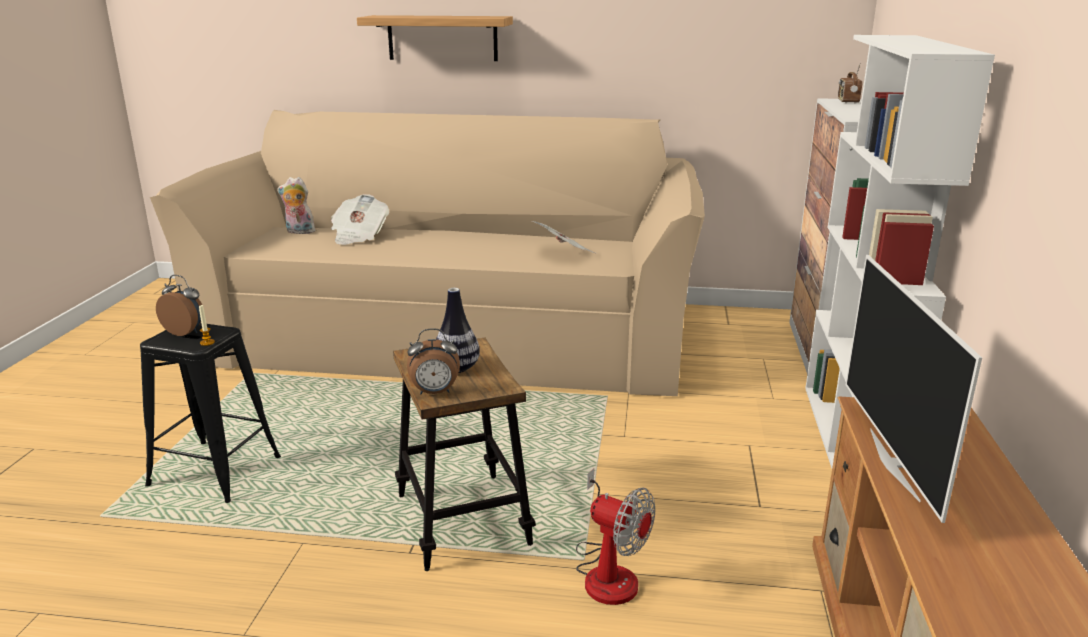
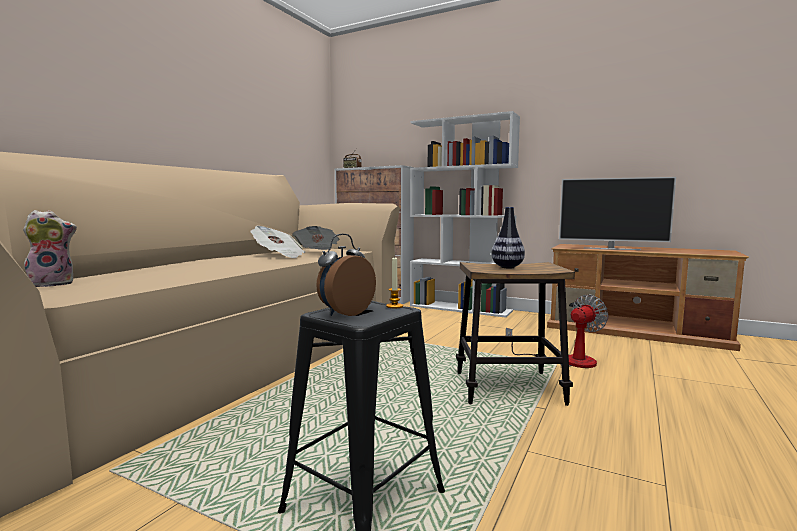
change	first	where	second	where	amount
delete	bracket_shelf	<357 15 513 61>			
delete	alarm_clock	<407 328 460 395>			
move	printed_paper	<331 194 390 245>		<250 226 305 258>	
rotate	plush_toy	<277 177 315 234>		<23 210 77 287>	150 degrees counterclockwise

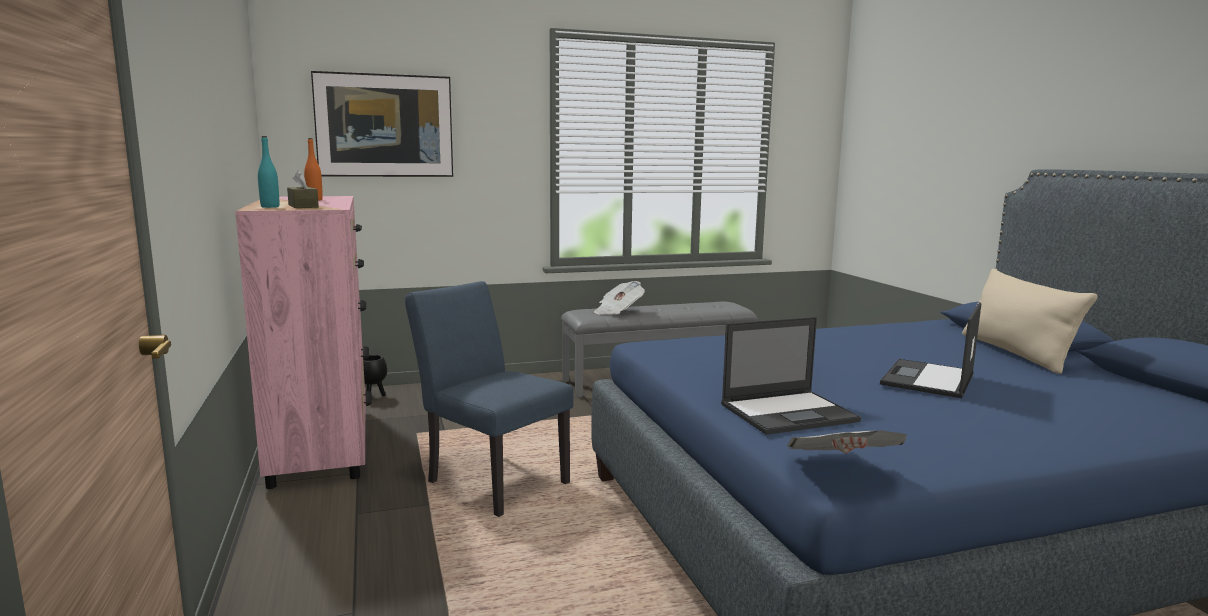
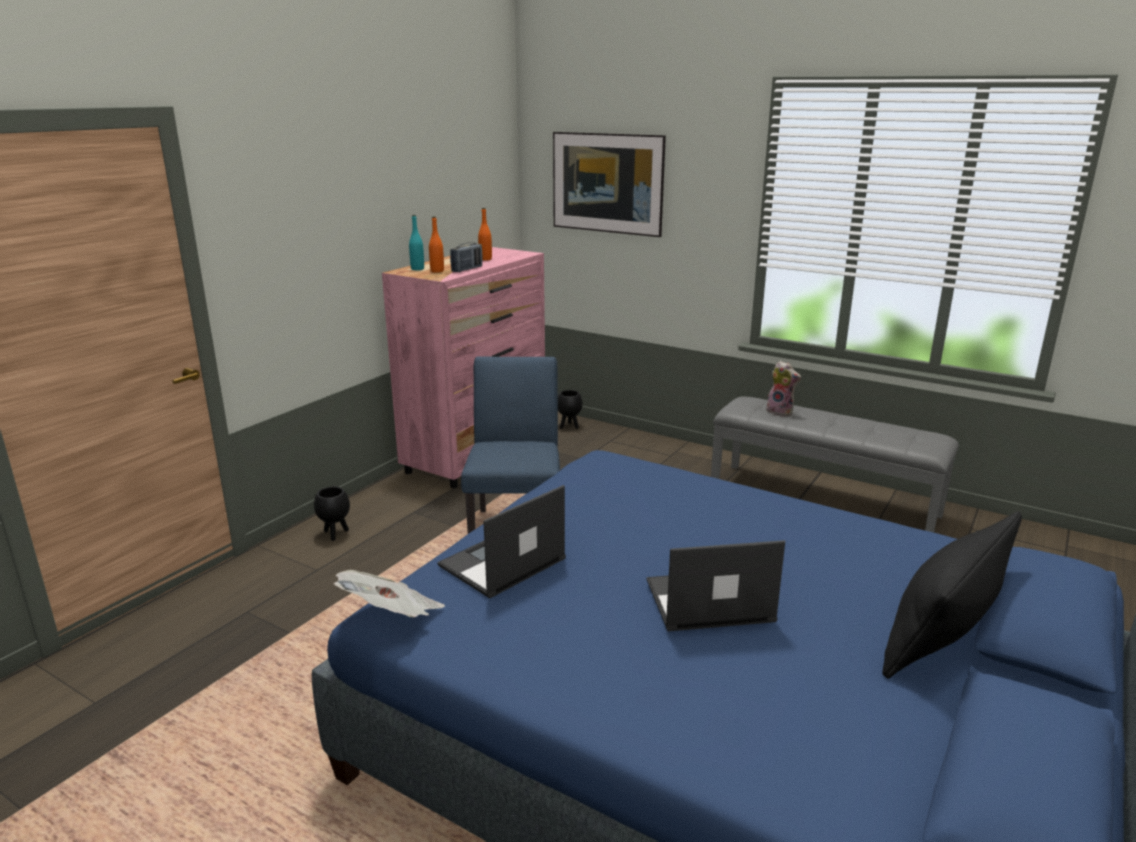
change	first	where	second	where	amount
insert			black-coloured_flower_pot	<314 486 350 541>	
insert			radio_receiver	<450 242 483 272>	
replace	brownish_box_of_tissues	<287 170 319 208>	orangey_beverage_bottle	<429 216 444 273>	
replace	printed_paper	<594 281 645 315>	plush_toy	<766 361 801 417>	
recolor	beige_pillow	<962 269 1098 374>	black-coloured_pillow	<882 511 1022 679>	
rotate	portable_computer	<721 317 861 435>		<437 485 566 598>	105 degrees clockwise

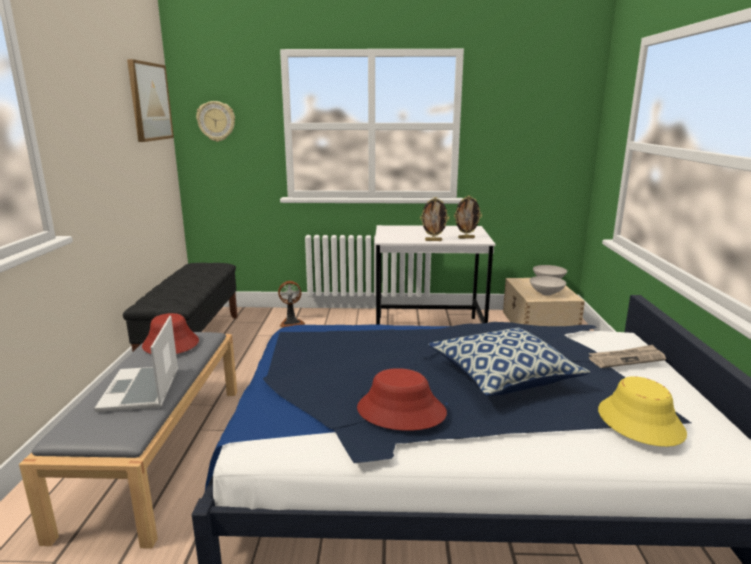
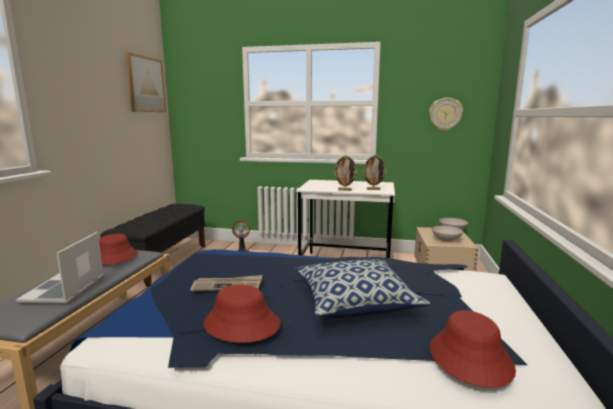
change	first	where	second	where	amount
move	clock_on_the_wall	<196 101 235 142>		<429 98 463 131>	
move	printed_paper	<589 345 666 368>		<190 275 262 291>	
recolor	yellow_wearable_hat	<598 376 687 447>	red_wearable_hat	<430 310 516 388>	

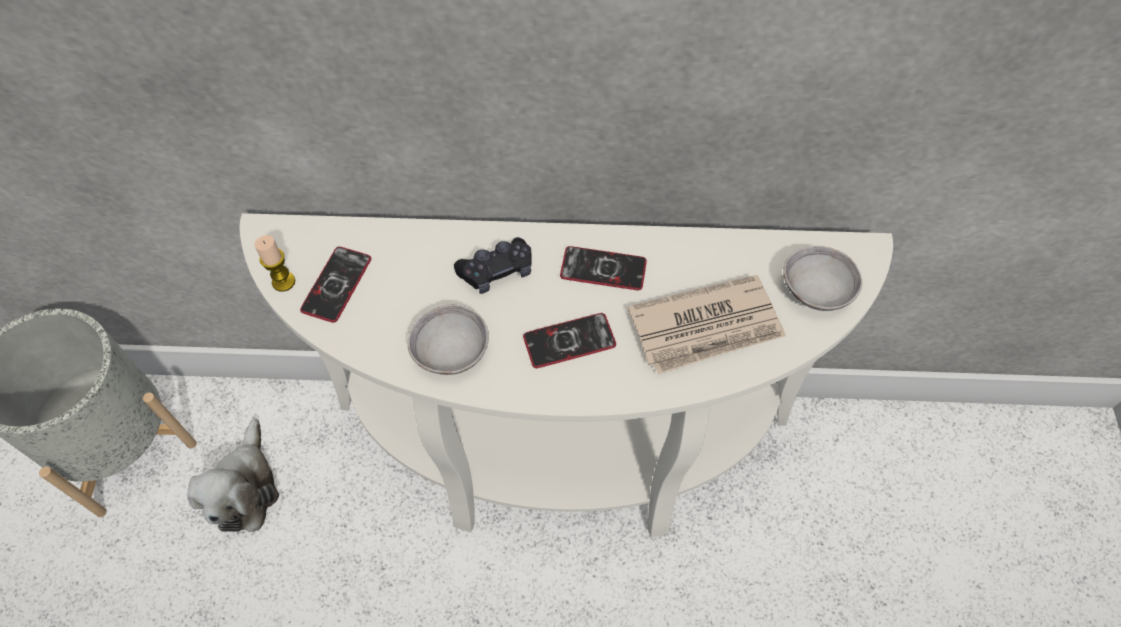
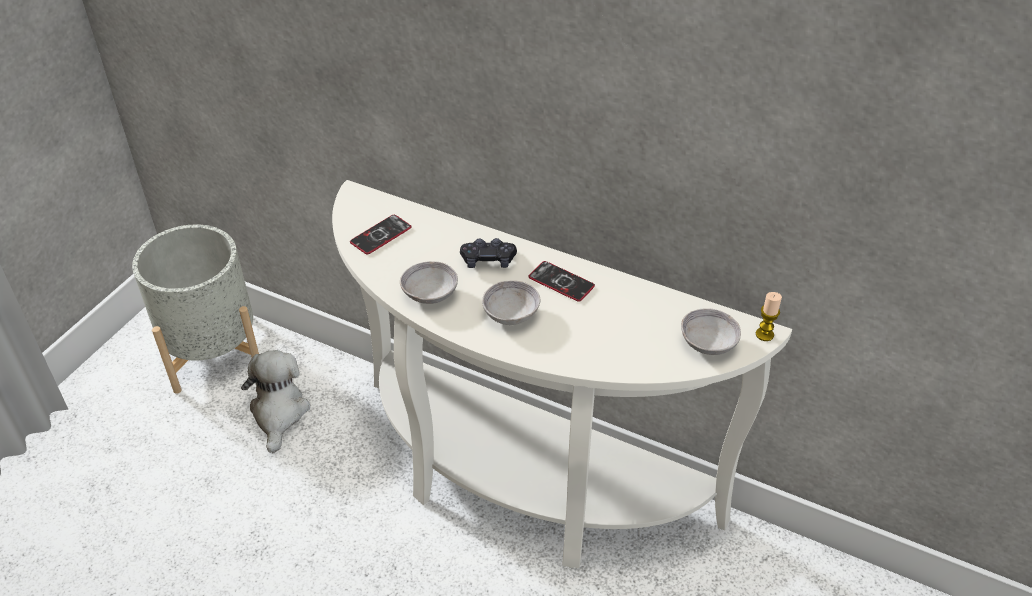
change	first	where	second	where	amount
delete	printed_paper	<628 275 786 374>			
move	wax_candle	<254 235 295 292>		<756 292 782 341>	
replace	handset	<523 313 616 368>	grey_serving_bowl	<482 280 540 325>	
rotate	plush_toy	<187 419 279 532>		<241 350 310 453>	150 degrees clockwise

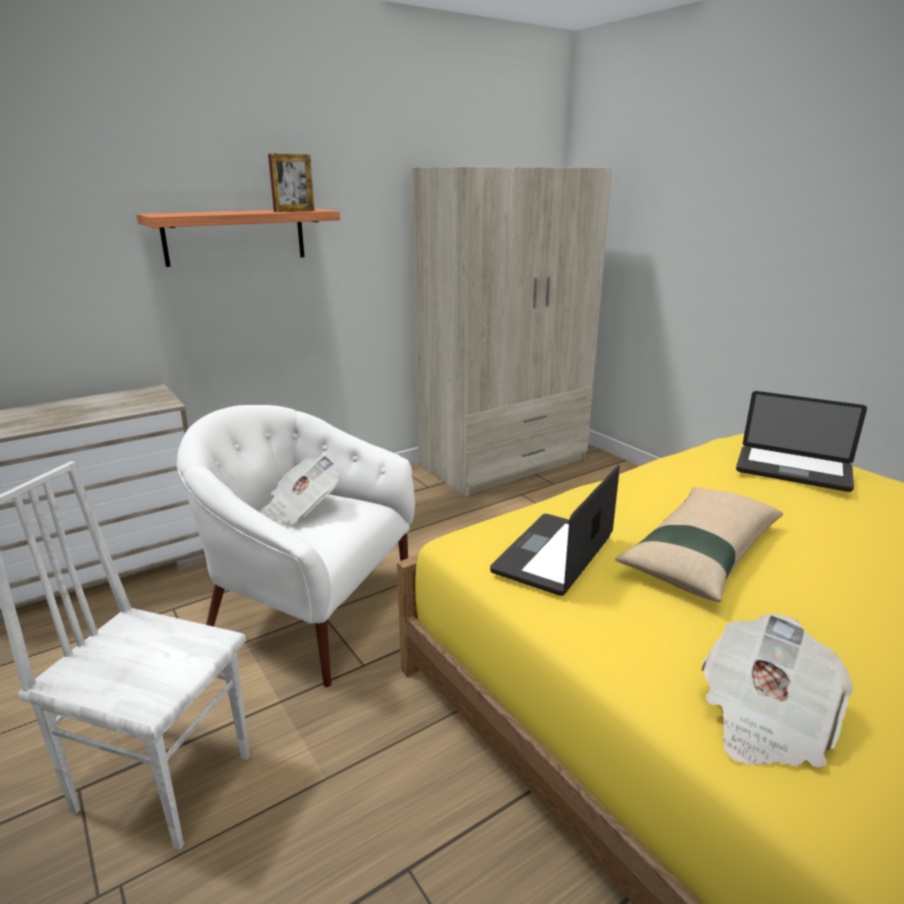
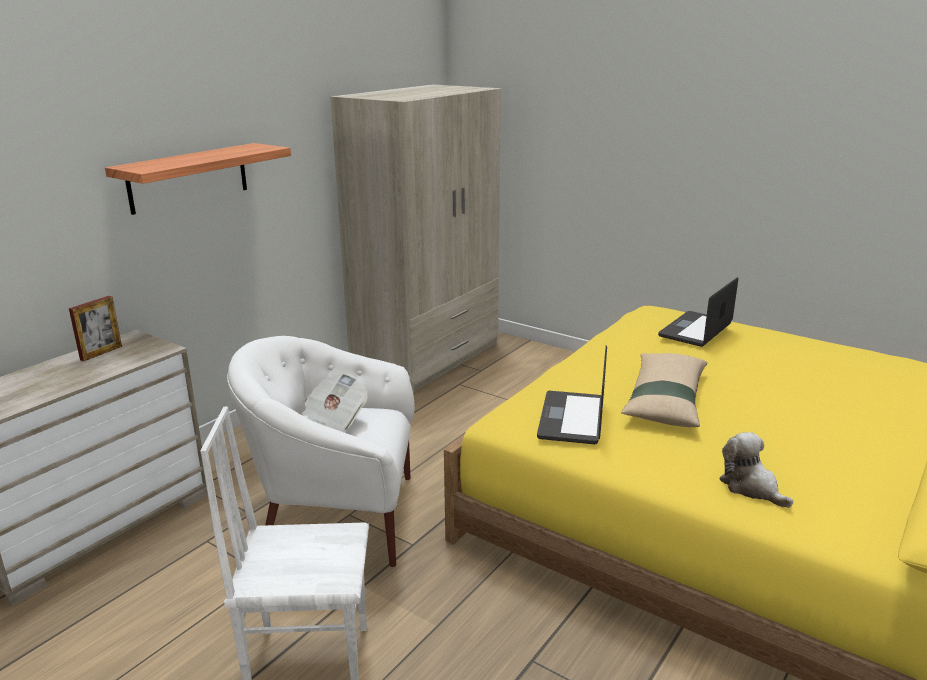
change	first	where	second	where	amount
move	photo_frame	<268 154 314 212>		<69 296 122 361>	
replace	printed_paper	<702 613 853 768>	plush_toy	<719 432 793 508>	
rotate	portable_computer	<736 391 867 492>		<658 277 738 347>	120 degrees clockwise

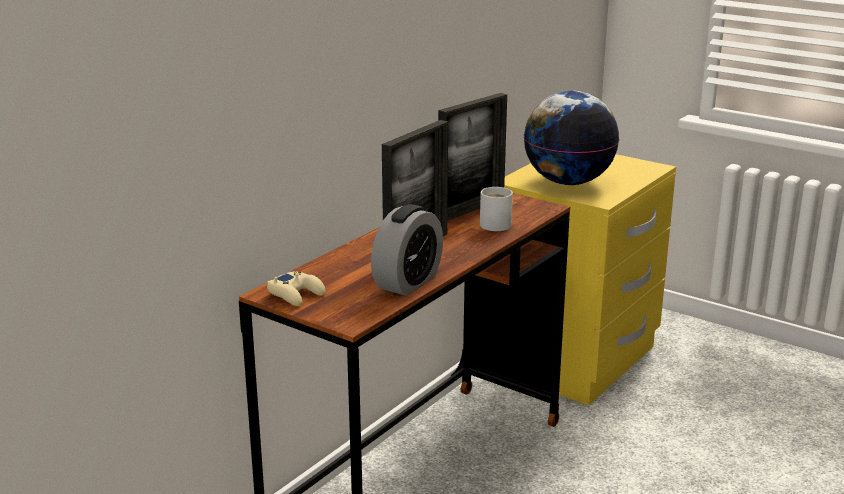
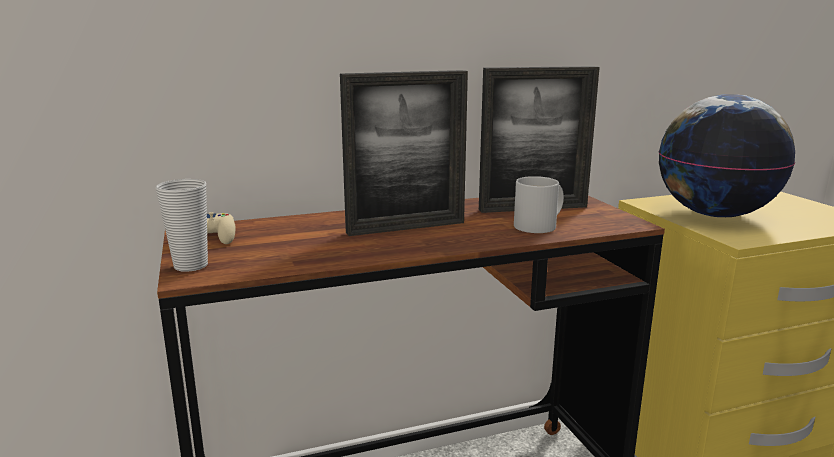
change	first	where	second	where	amount
delete	alarm_clock	<371 204 443 296>			
insert			drinking_cup	<156 179 208 272>	

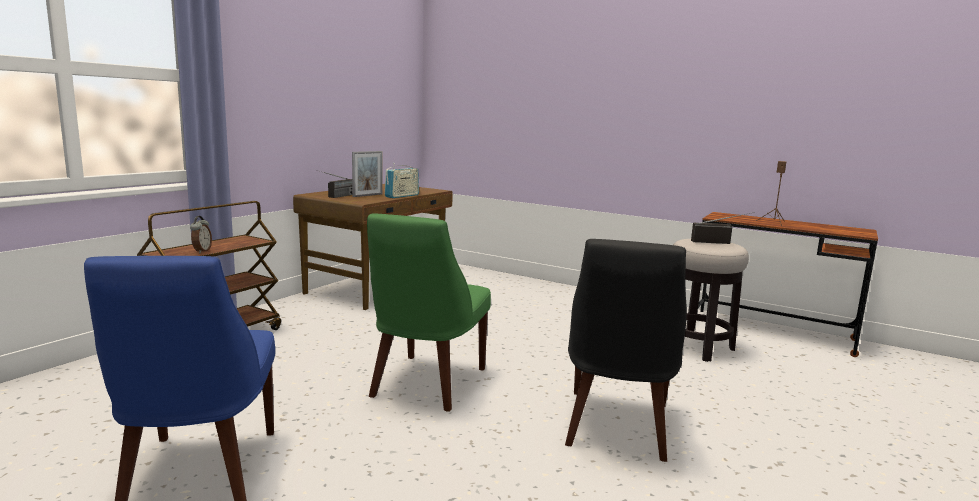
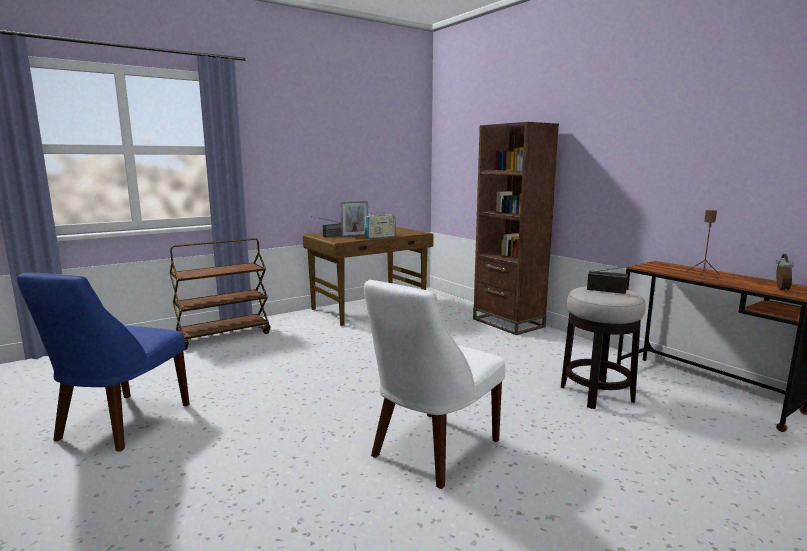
change	first	where	second	where	amount
delete	green-coloured_chair	<367 214 491 412>			
insert			brownish_bookcase	<473 122 559 335>	
move	alarm_clock	<190 216 212 253>		<776 254 794 292>	
recolor	black-coloured_chair	<565 239 687 462>	whitish_chair	<364 280 505 489>	

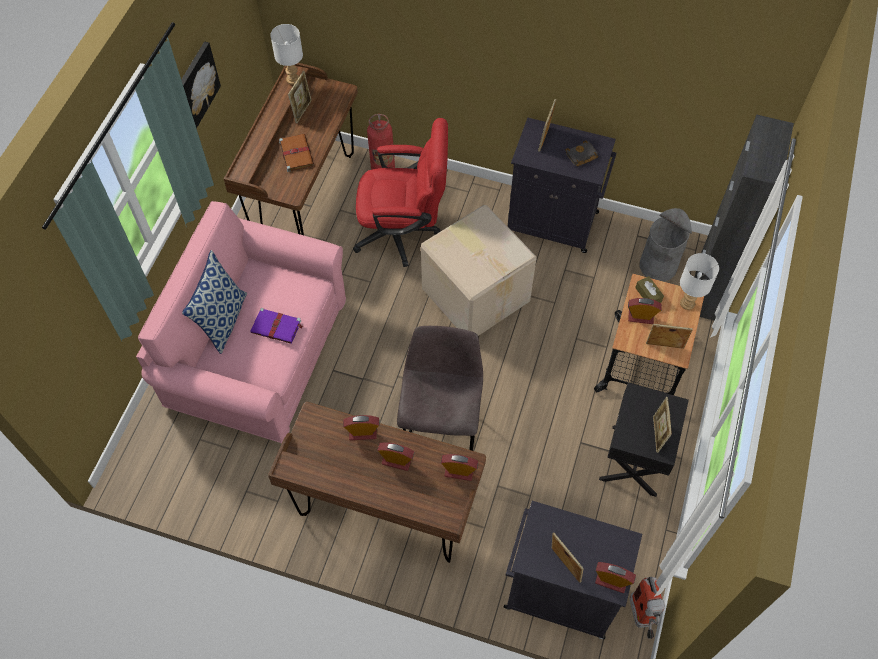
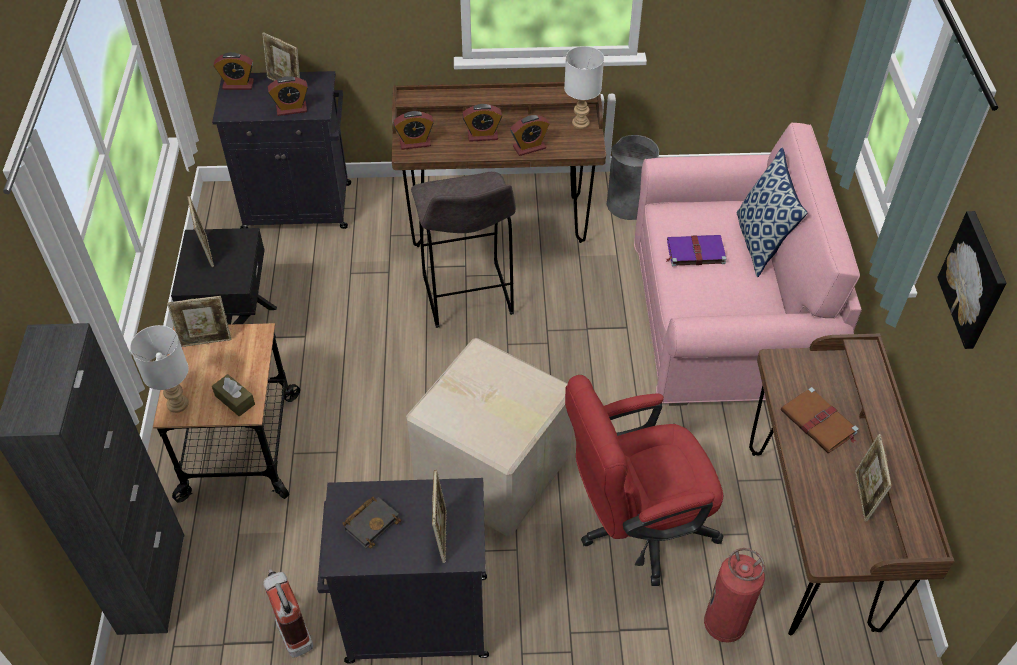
change	first	where	second	where	amount
move	whitish_tabletop_lamp	<270 24 303 85>		<564 46 604 129>	
move	alarm_clock	<628 298 662 324>		<268 76 308 116>	
move	extinguisher	<630 577 665 639>		<263 569 313 658>	
move	grey_trash_can	<640 208 692 281>		<607 135 659 220>	

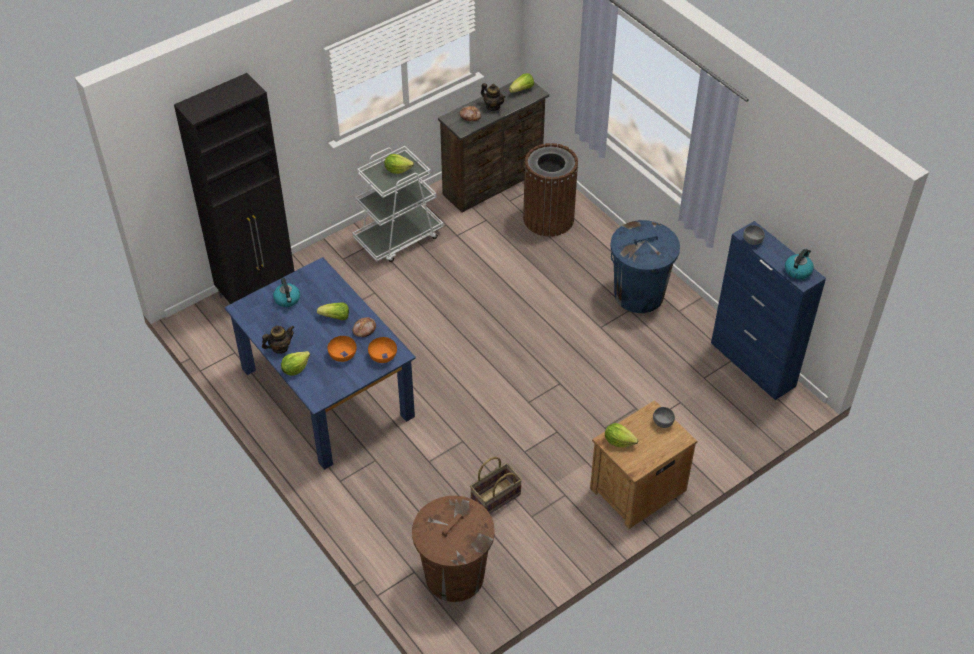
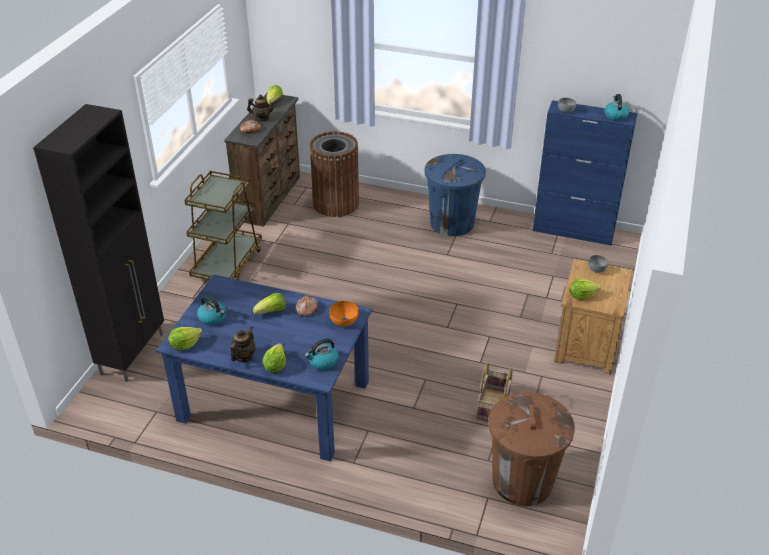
change	first	where	second	where	amount
delete	orangey_serving_bowl	<328 336 357 362>			
insert			water_kettle	<305 338 339 370>	
move	lettuce_head	<384 154 414 174>		<168 327 202 350>	
recolor	whitish_trolley	<352 146 444 262>	brownish_trolley	<184 171 262 280>	

